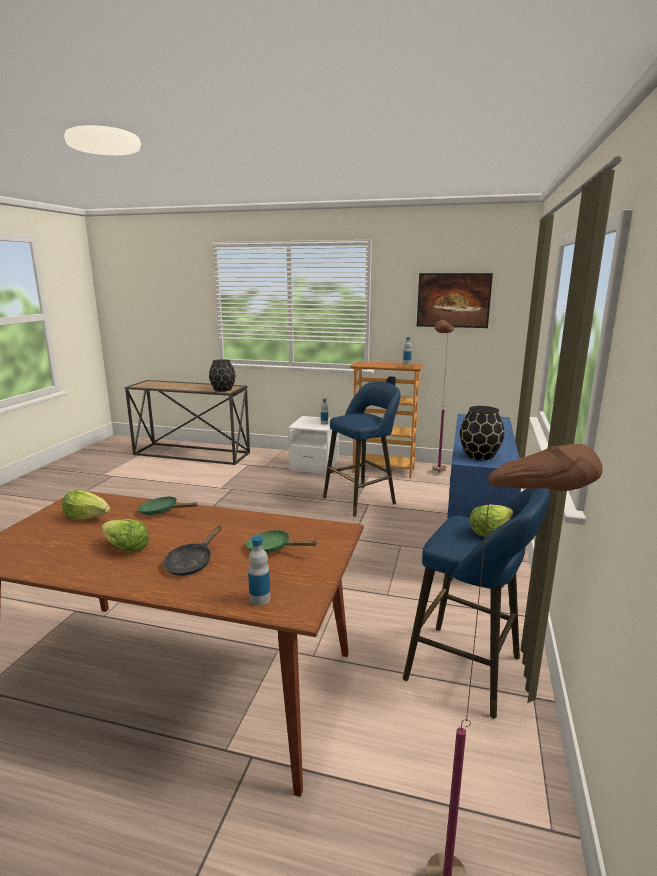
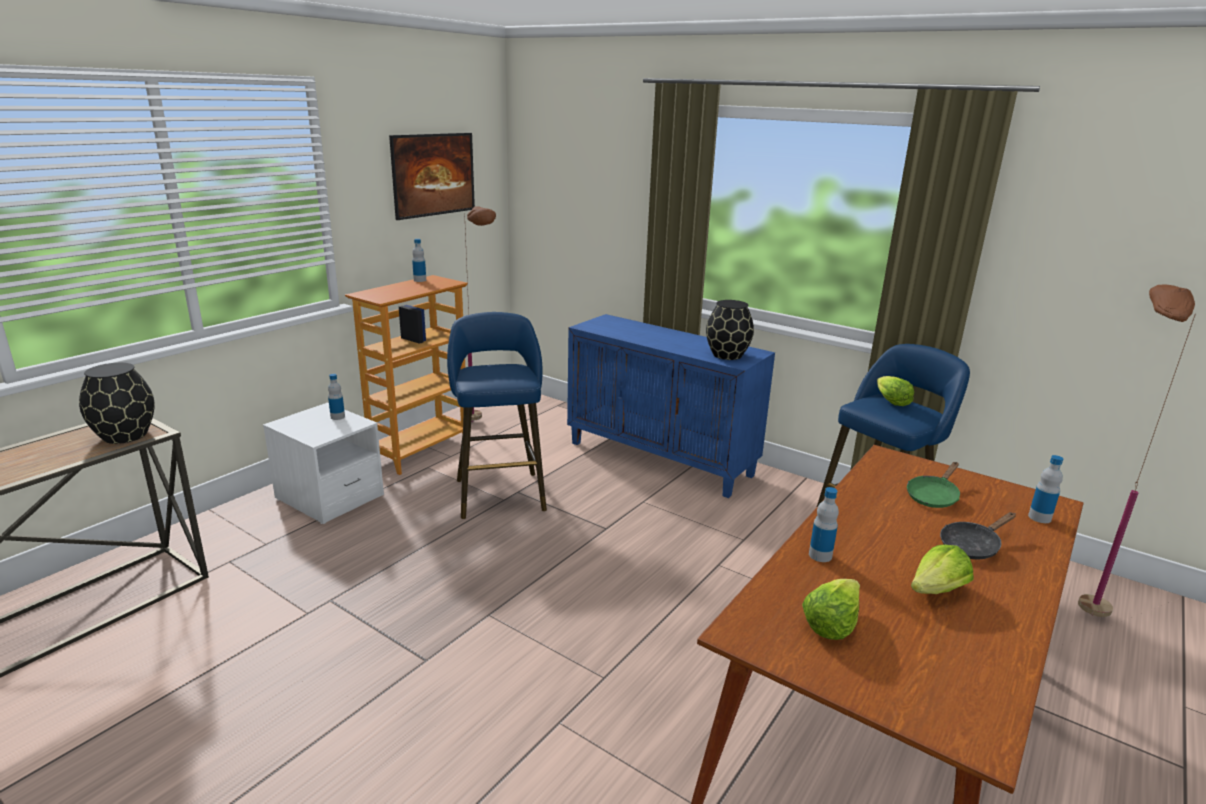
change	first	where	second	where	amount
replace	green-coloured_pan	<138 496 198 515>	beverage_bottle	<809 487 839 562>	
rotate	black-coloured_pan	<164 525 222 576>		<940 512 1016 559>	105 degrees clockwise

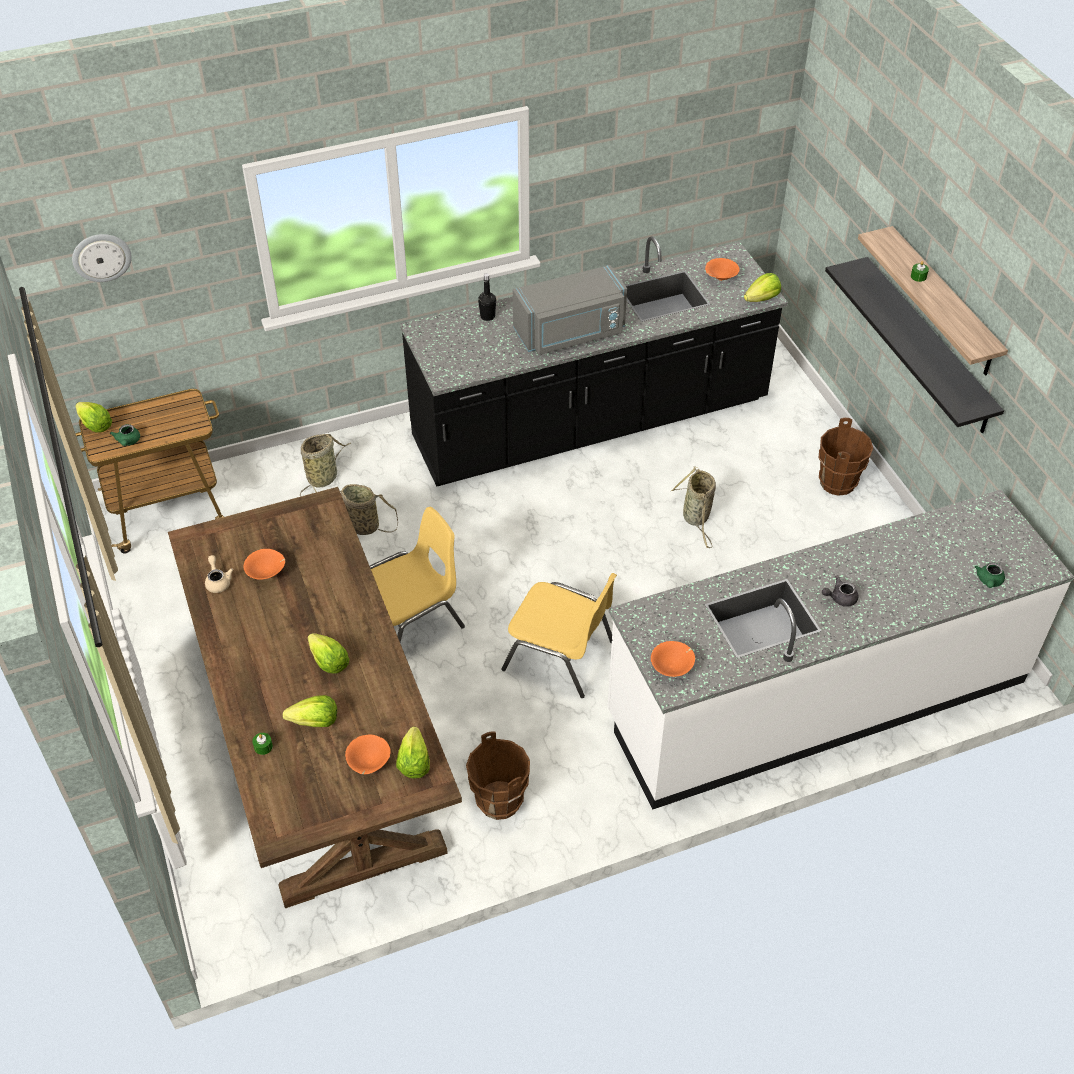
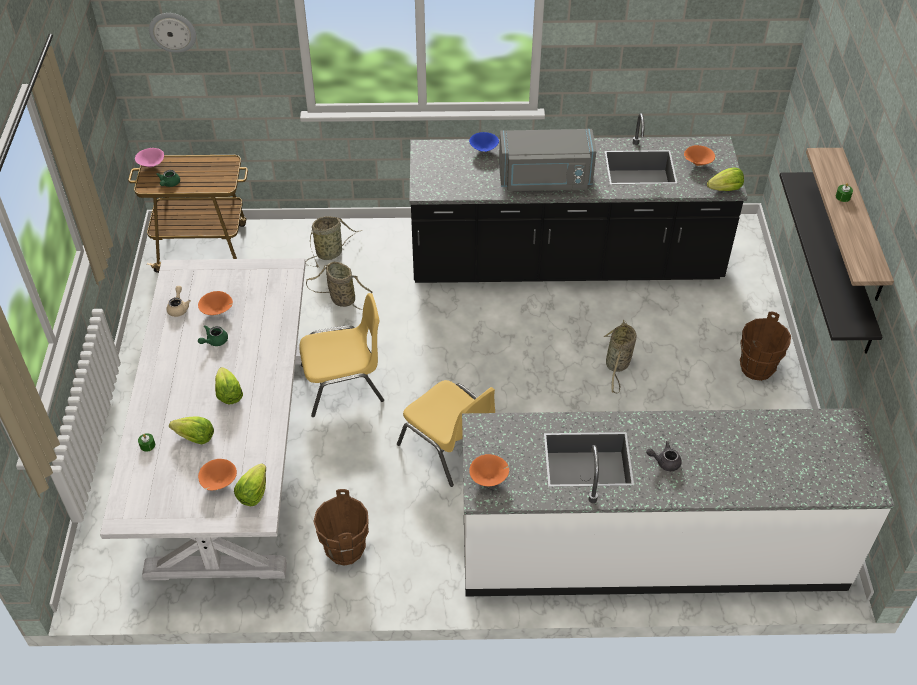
change	first	where	second	where	amount
move	green-coloured_pot_for_tea	<975 562 1005 588>		<198 325 228 346>	
replace	lettuce_head	<76 402 112 433>	pink_serving_bowl	<135 148 164 168>	
replace	black-coloured_beverage_bottle	<478 273 496 321>	blue-coloured_serving_bowl	<469 132 499 152>	
recolor	brownish_kitchen_table	<168 487 462 908>	whitish_kitchen_table	<100 258 306 580>	

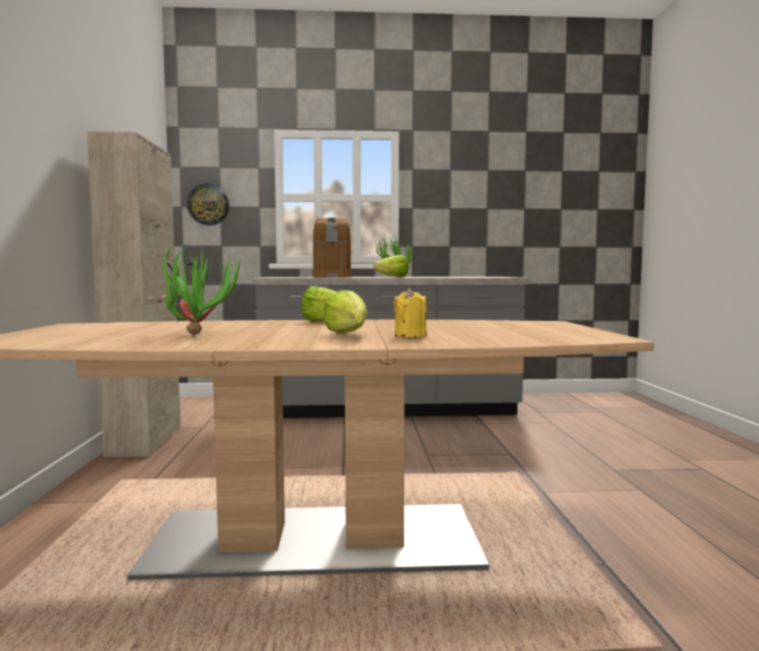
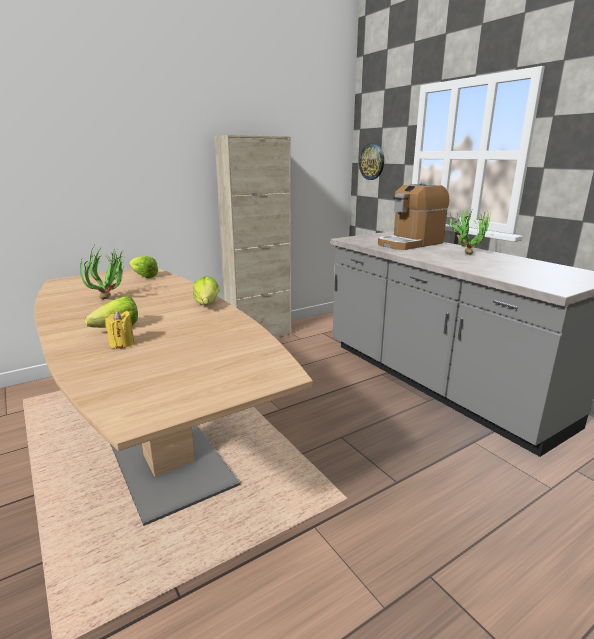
change	first	where	second	where	amount
move	lettuce_head	<374 255 408 277>		<129 256 159 278>	

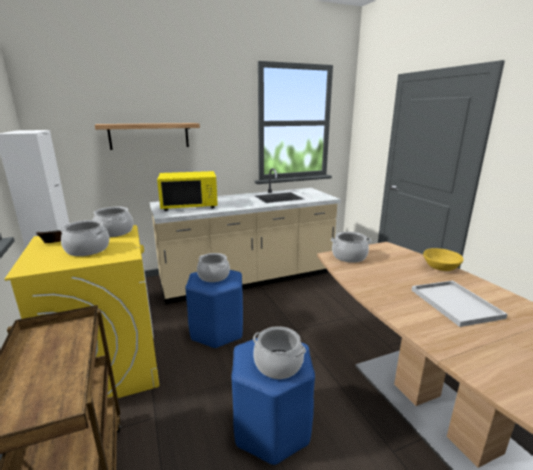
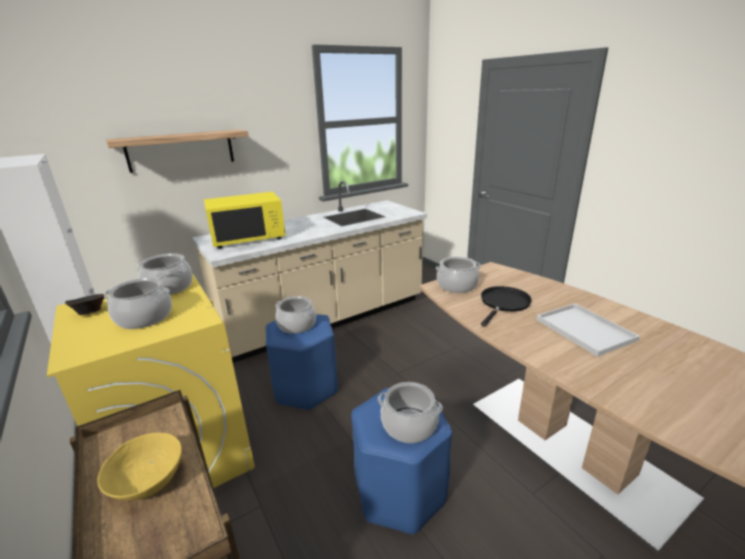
change	first	where	second	where	amount
insert			black-coloured_pan	<481 286 532 326>	
move	yellow_serving_bowl	<423 248 464 271>		<97 433 182 500>	

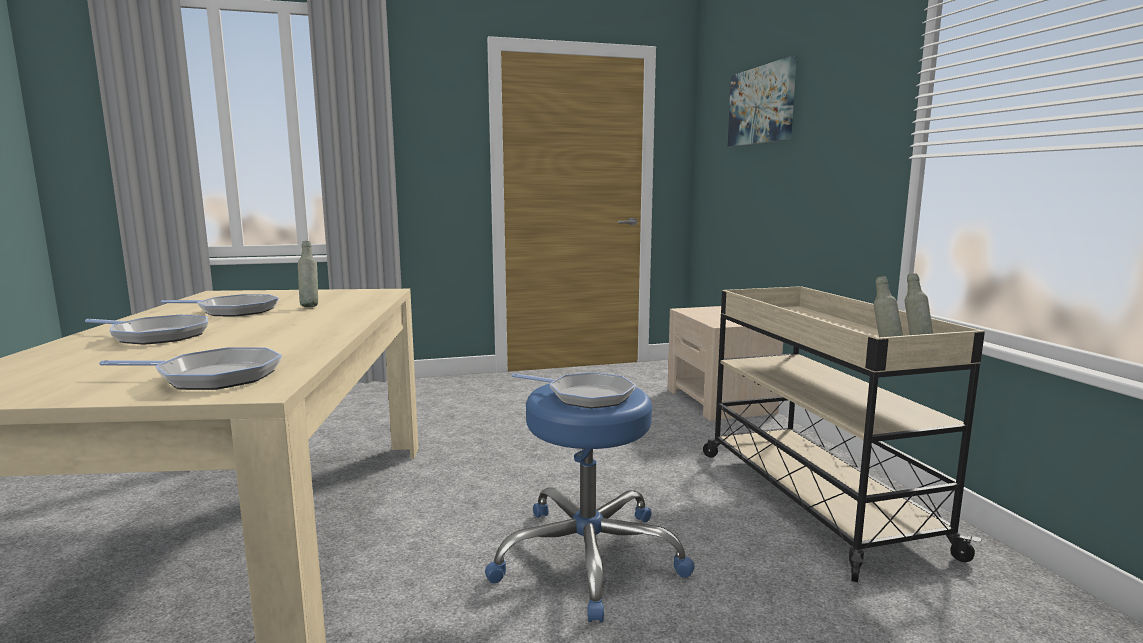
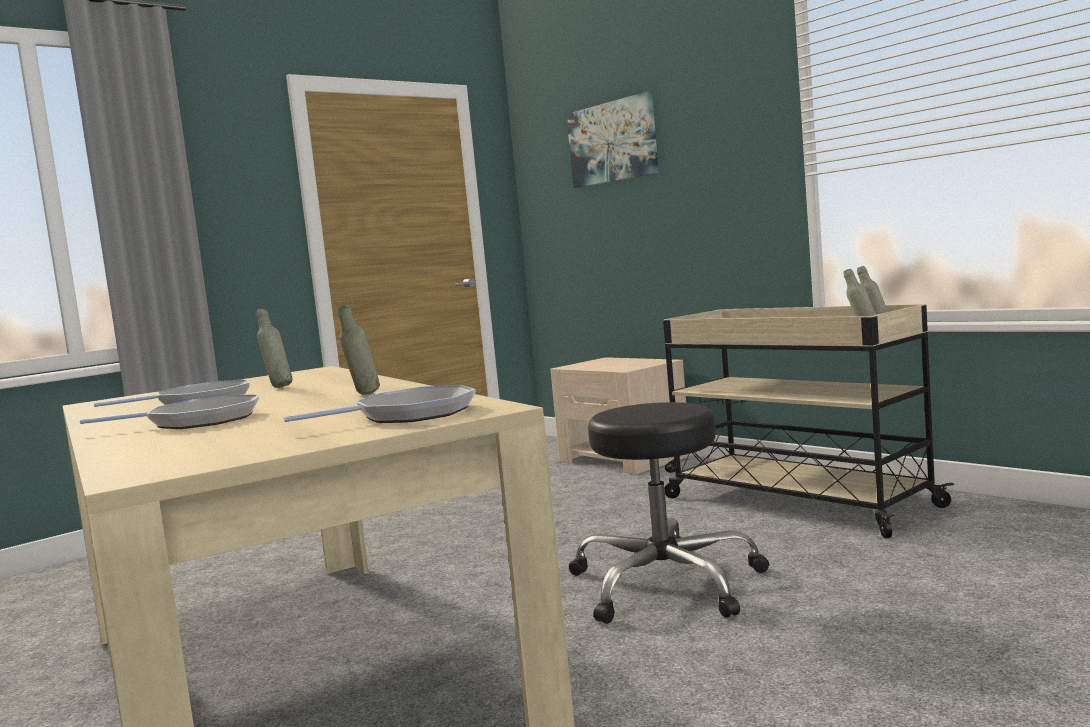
change	first	where	second	where	amount
delete	pan	<512 372 636 408>			
insert			grey_beverage_bottle	<338 305 380 395>	
recolor	blue-coloured_sitting_stool	<485 383 695 622>	black-coloured_sitting_stool	<569 402 770 624>	

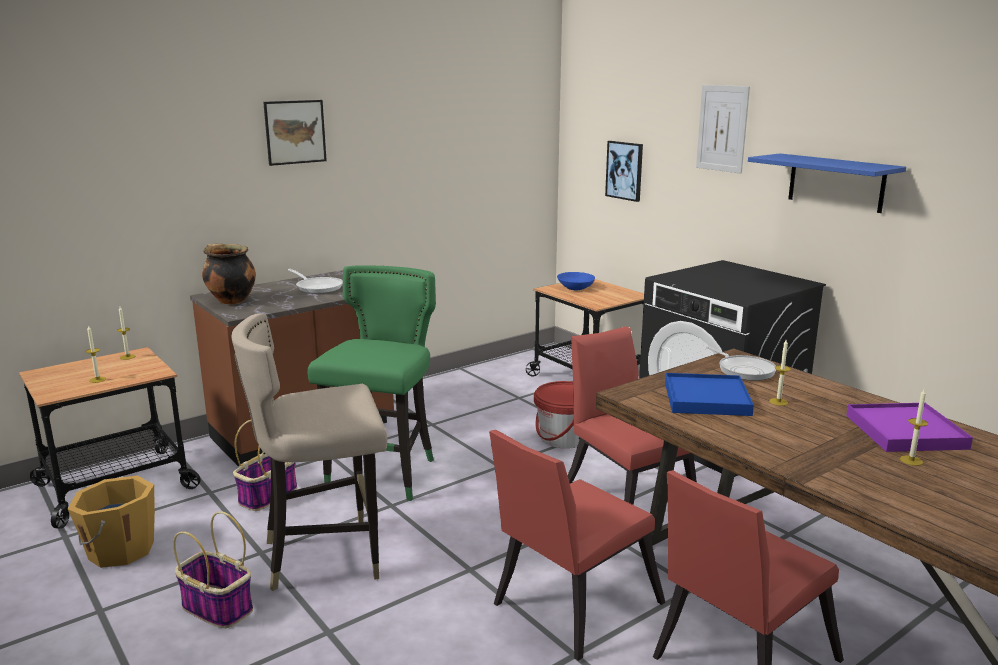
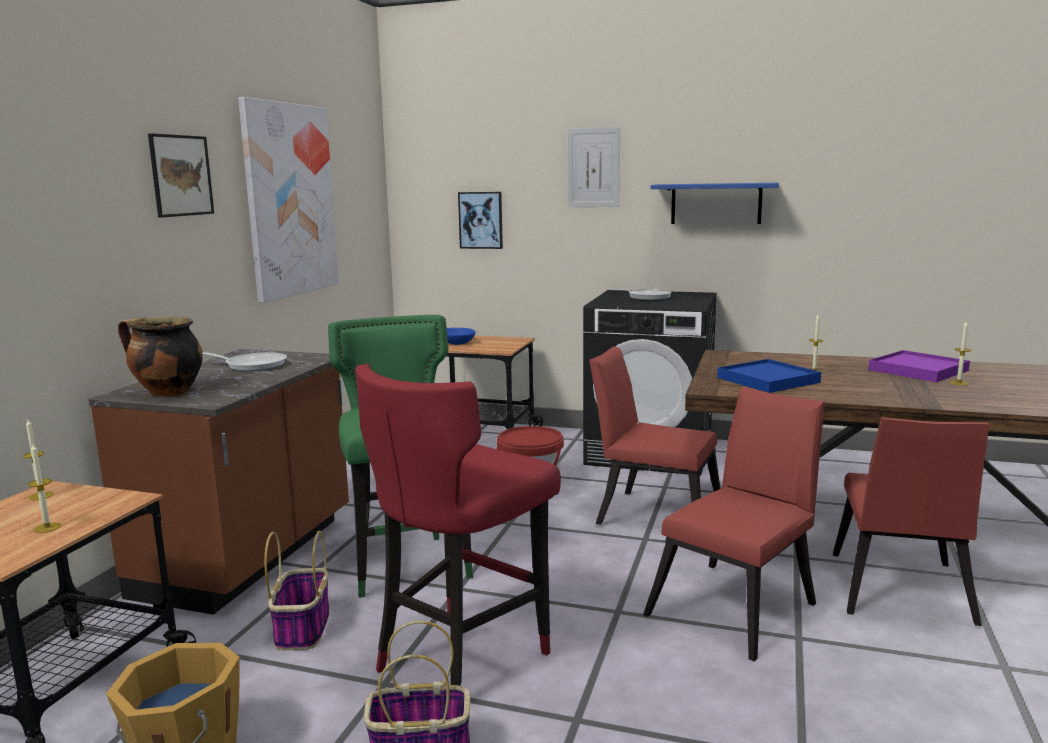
change	first	where	second	where	amount
insert			picture	<238 97 339 303>	
move	pan	<706 346 776 381>		<608 289 671 301>	
recolor	beige_sitting_stool	<231 313 387 591>	red_sitting_stool	<355 364 561 686>	
rotate	red_chair	<489 430 665 661>		<643 387 825 661>	150 degrees counterclockwise

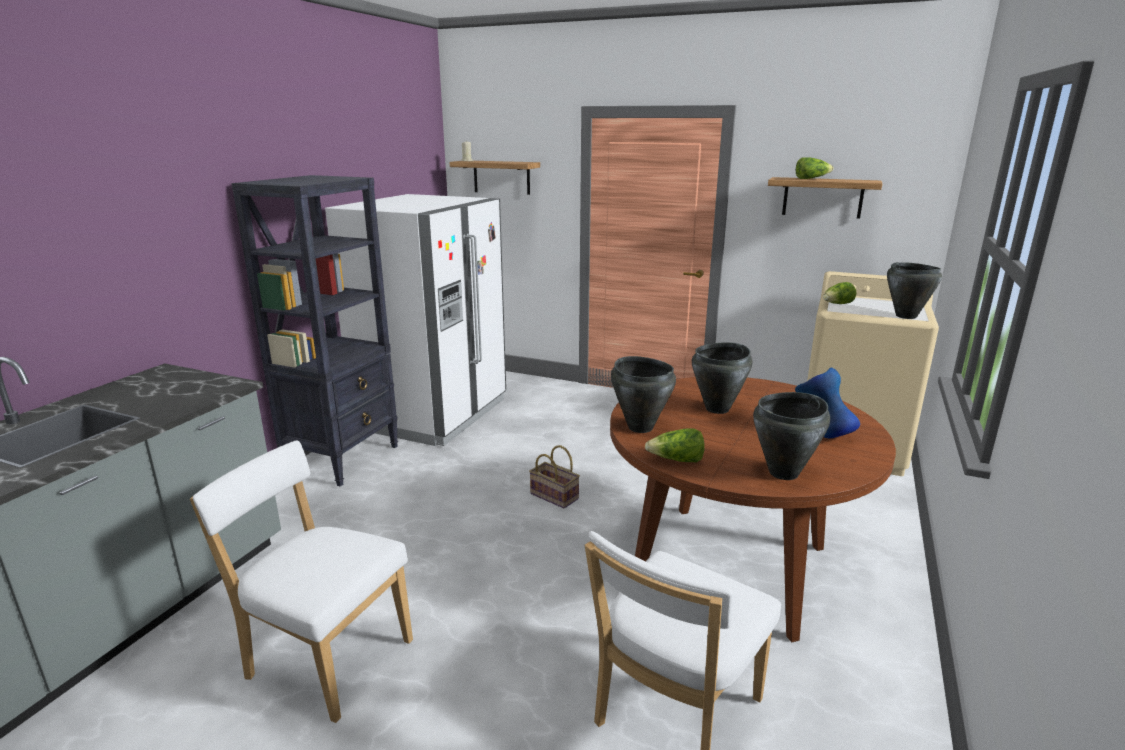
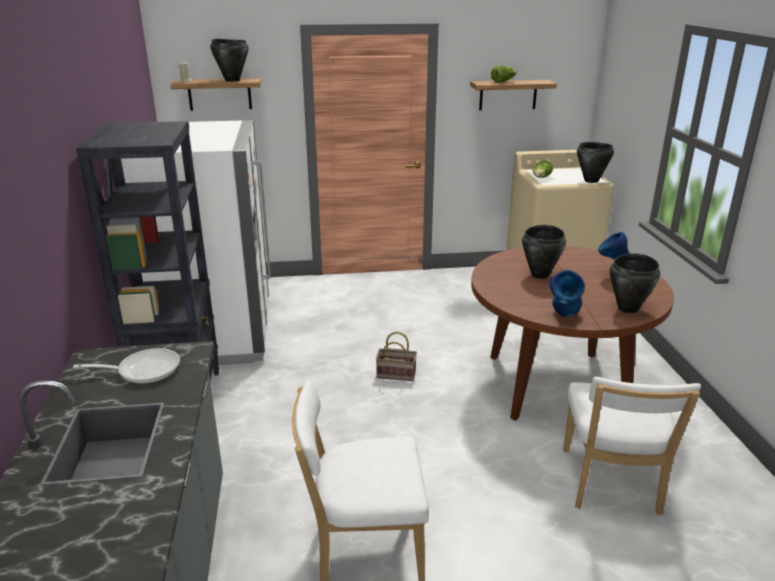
change	first	where	second	where	amount
insert			pan	<73 348 180 384>	
move	black-coloured_cooking_pot	<611 356 676 433>		<210 39 248 82>	
replace	lettuce_head	<645 428 705 462>	blue-coloured_decorative_vase	<550 270 585 317>	

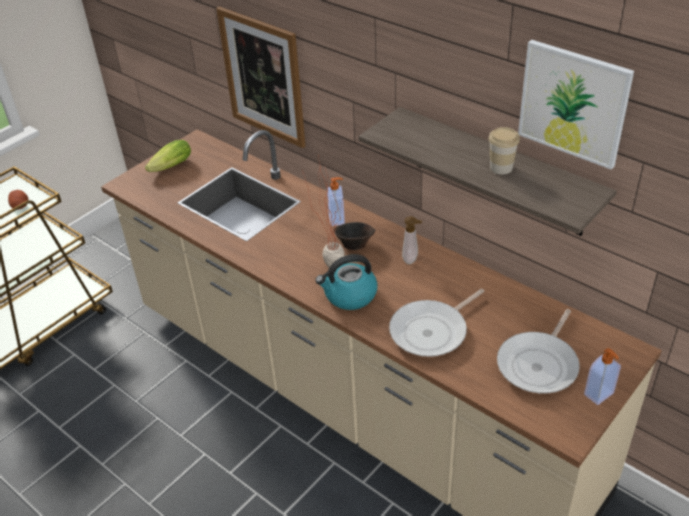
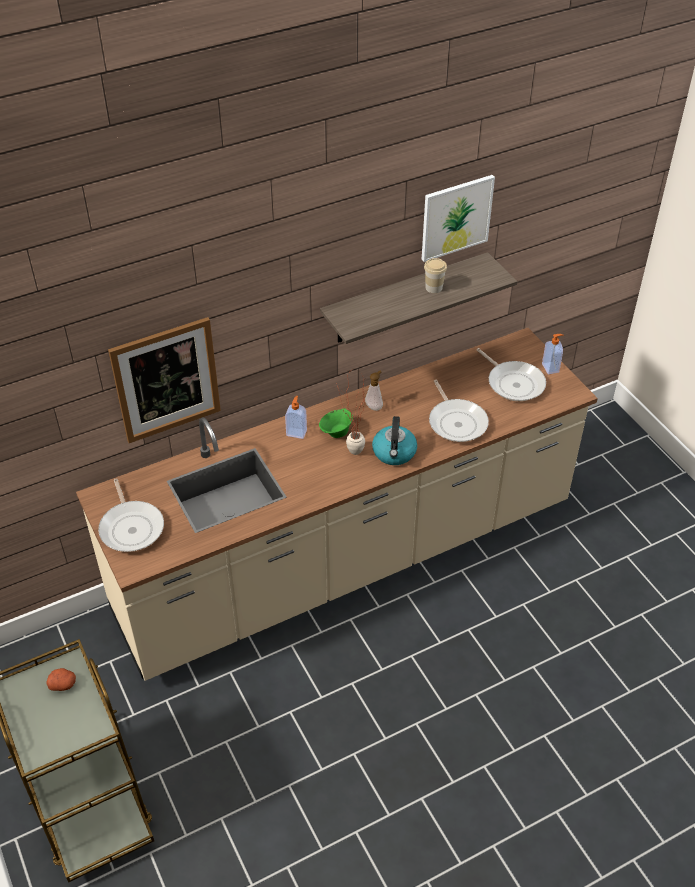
change	first	where	second	where	amount
replace	lettuce_head	<145 140 191 172>	pan	<98 478 164 552>	
recolor	brownish_serving_bowl	<333 222 376 250>	green-coloured_serving_bowl	<319 408 353 438>	

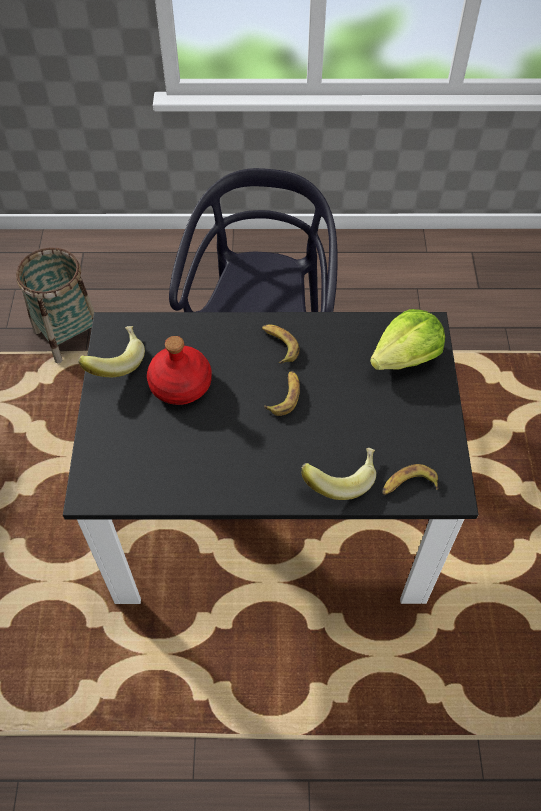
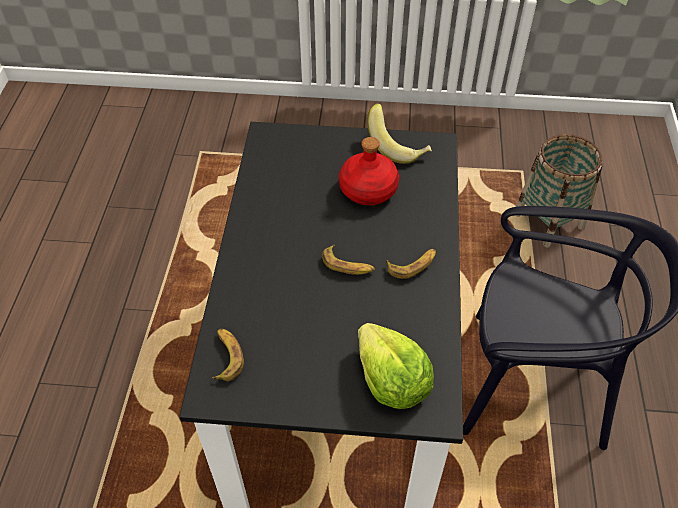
change	first	where	second	where	amount
delete	banana_fruit	<301 448 376 500>			

